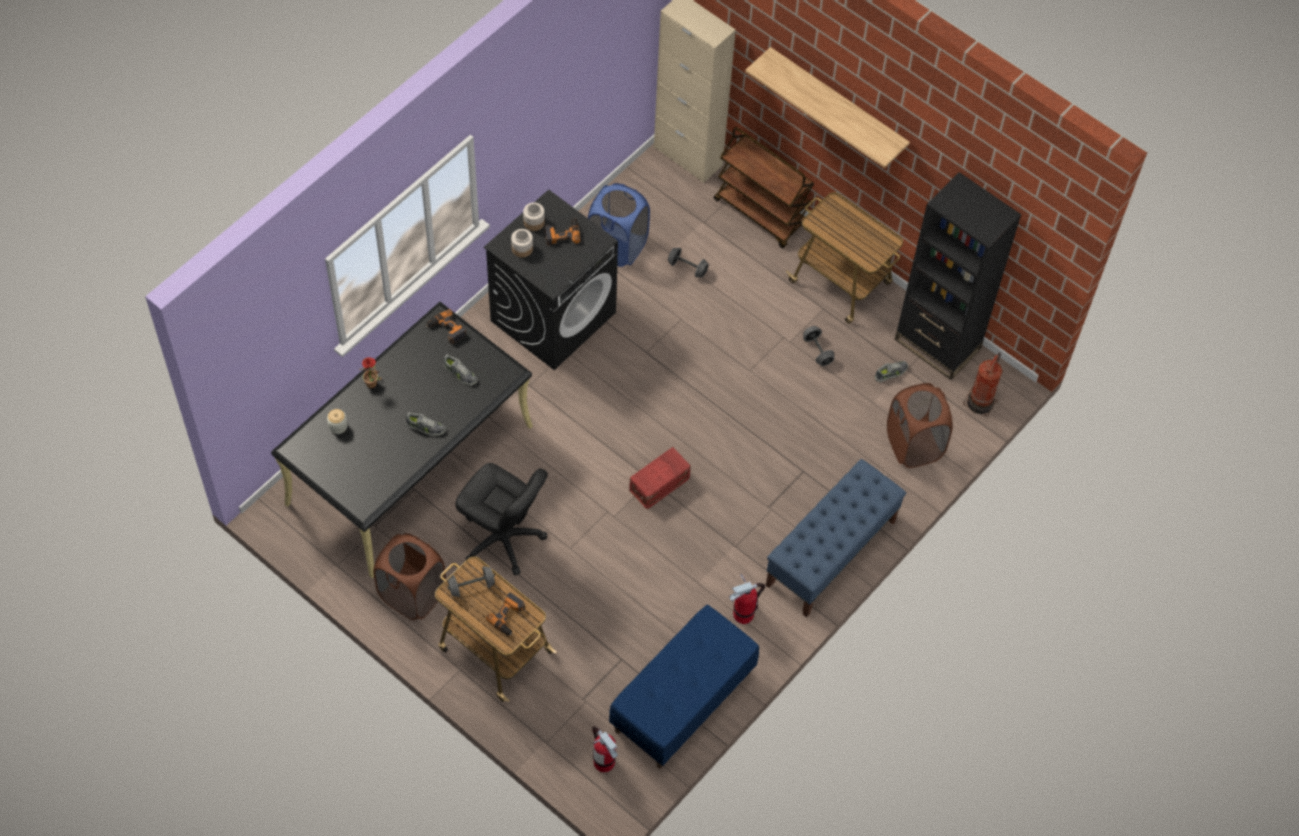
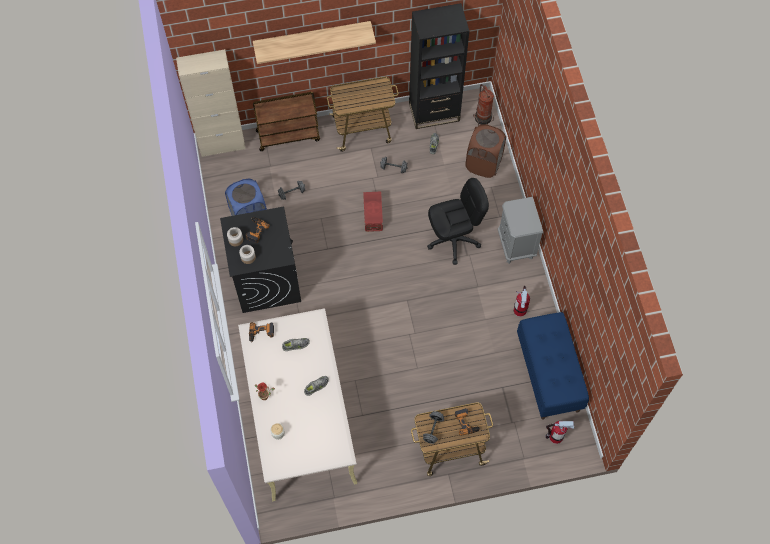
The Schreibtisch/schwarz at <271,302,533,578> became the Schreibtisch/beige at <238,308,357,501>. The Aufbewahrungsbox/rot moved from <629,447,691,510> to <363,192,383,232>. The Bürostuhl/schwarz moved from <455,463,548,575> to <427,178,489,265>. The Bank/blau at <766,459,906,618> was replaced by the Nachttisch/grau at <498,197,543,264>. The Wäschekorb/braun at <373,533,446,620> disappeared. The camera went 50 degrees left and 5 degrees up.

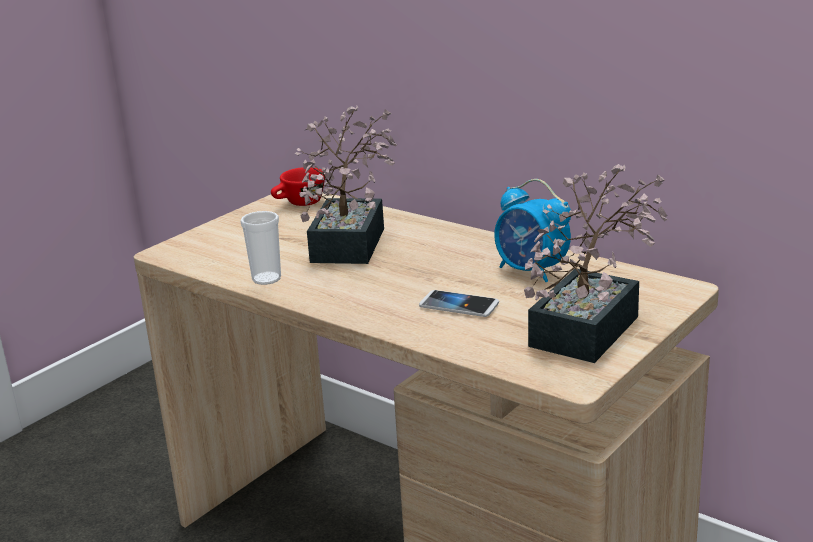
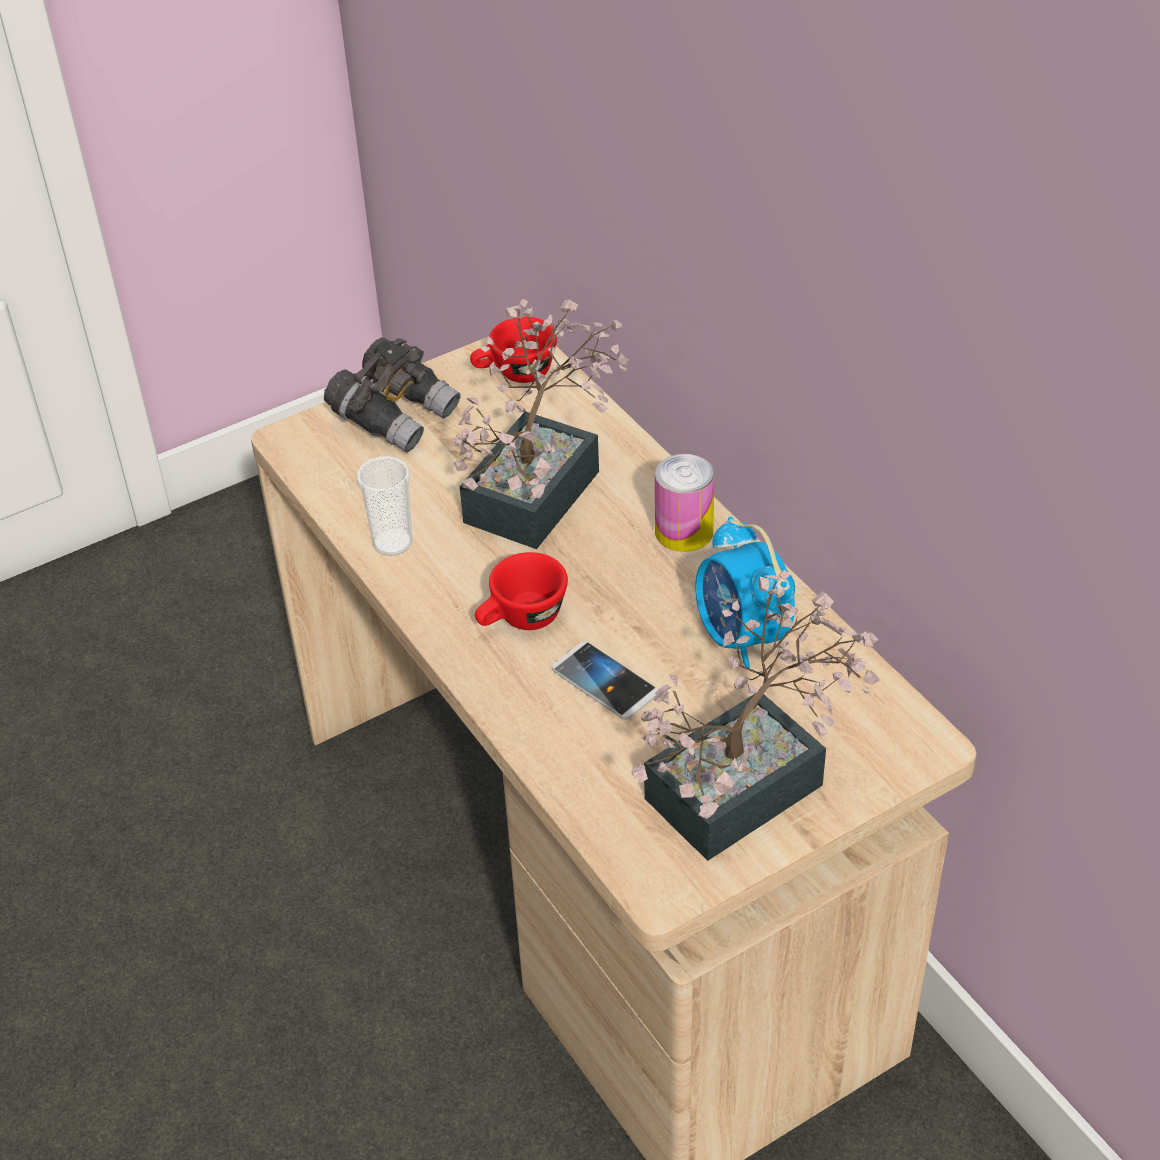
The Fernglas/grau at <324,337,461,453> appeared. The Tasse/rot at <475,552,568,630> appeared. The Dose at <655,454,715,552> appeared. The camera went 20 degrees right and 20 degrees up.

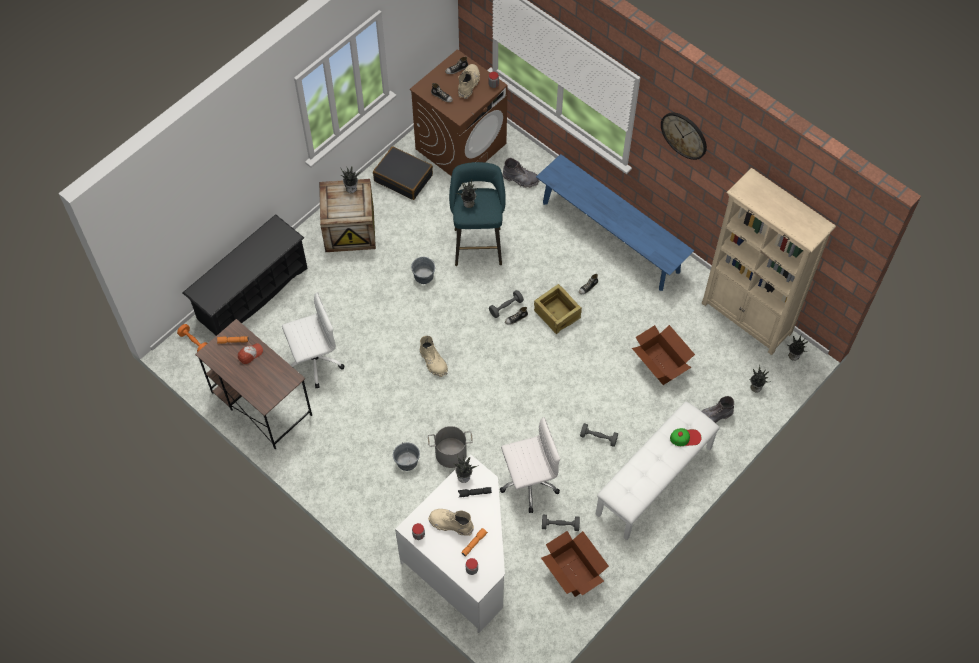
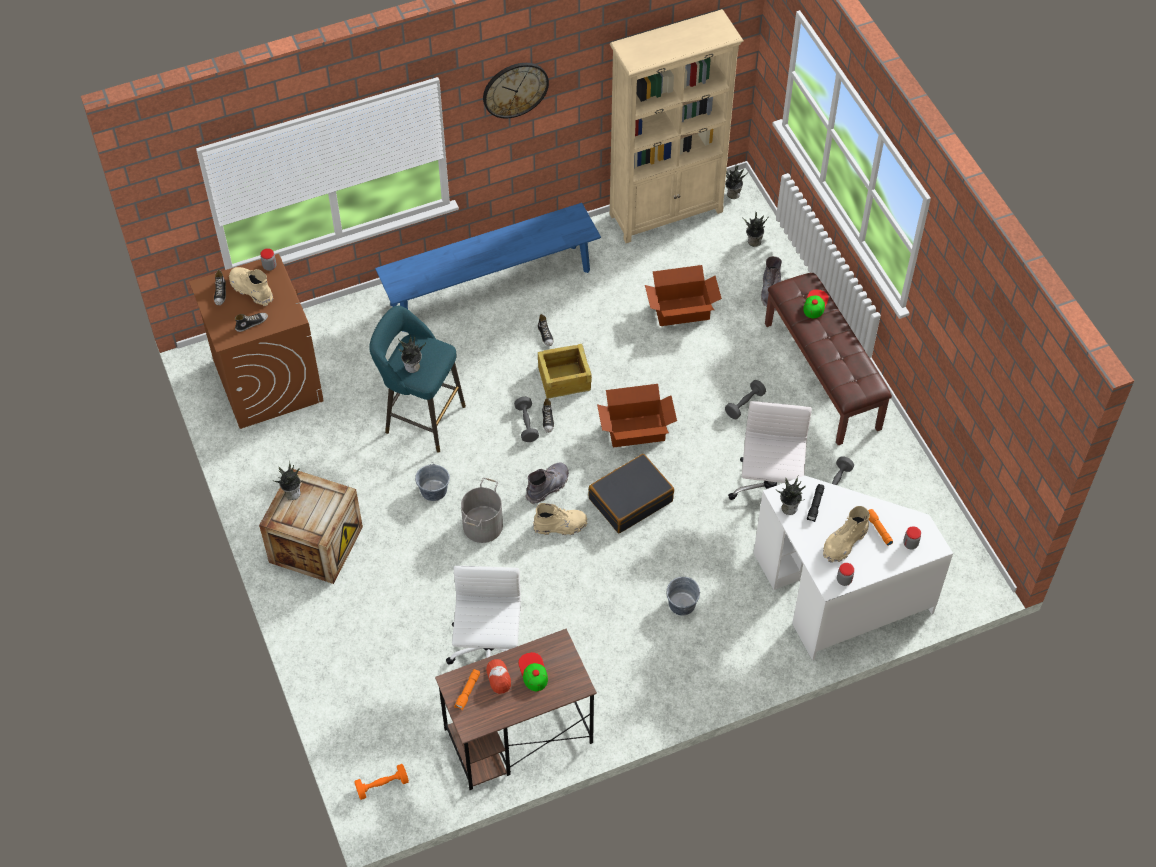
The Eimer/grau moved from <428,426,473,468> to <461,478,503,543>. The Kappe at <518,652,548,691> appeared. The Stiefel/grau moved from <502,158,539,188> to <526,462,569,504>. The Koffer/schwarz moved from <373,147,433,200> to <589,454,674,533>. The Karton moved from <541,531,609,597> to <597,384,677,448>. The Bank/weiß at <596,402,720,540> became the Bank/braun at <765,273,892,445>. The Schuhregal/schwarz at <182,214,307,336> disappeared. The camera went 65 degrees left and 5 degrees down.

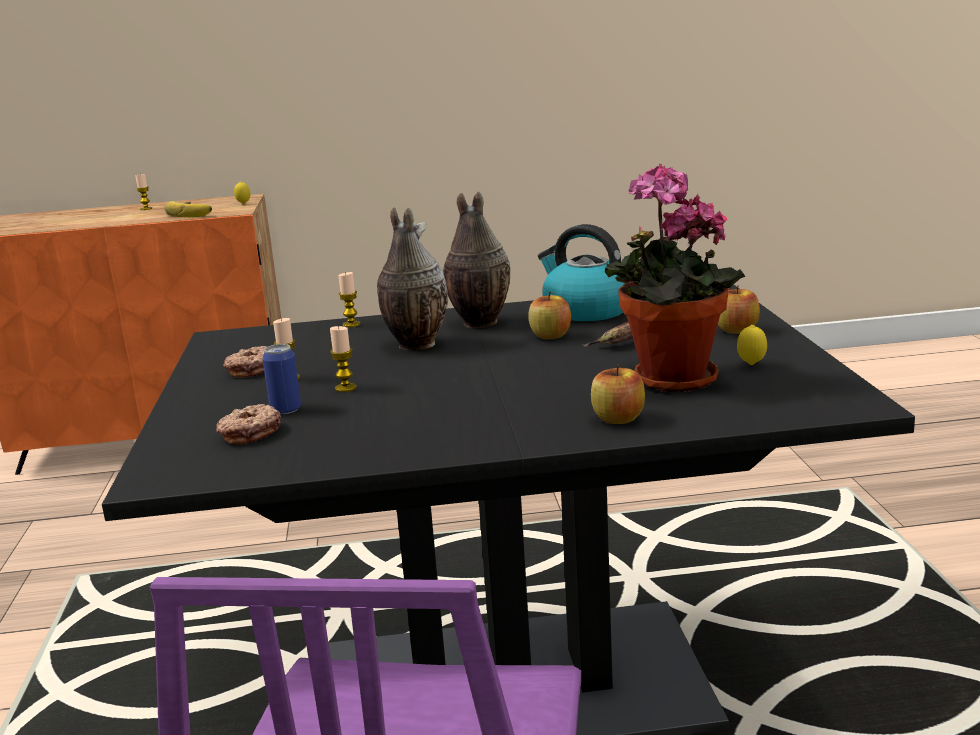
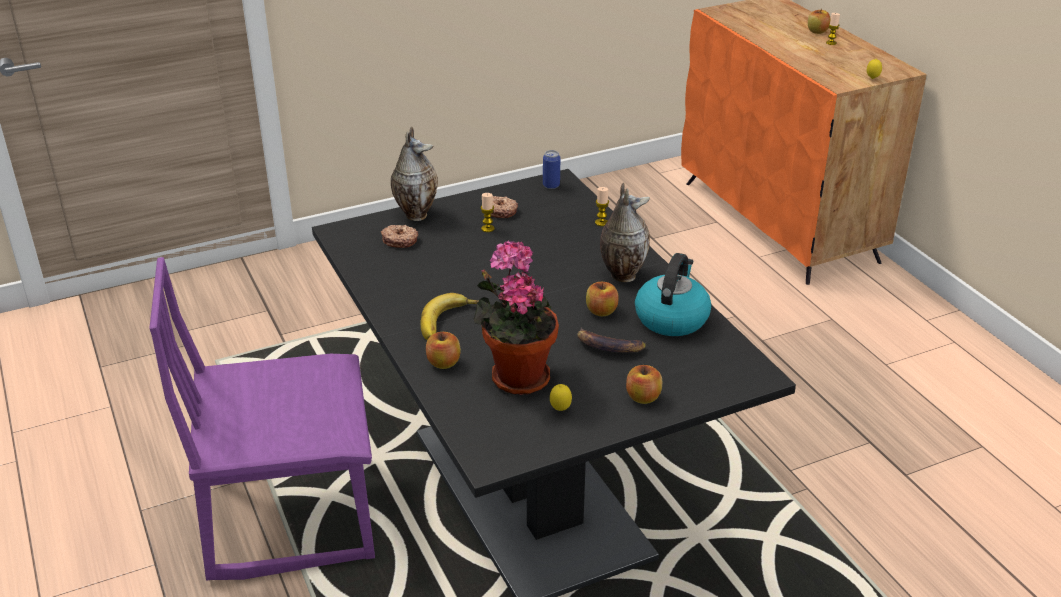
The Vase moved from <377,207,448,350> to <391,127,438,221>. The Banane moved from <164,201,212,217> to <421,293,478,340>. The Dose moved from <262,344,301,414> to <543,150,560,189>. The Apfel at <808,9,830,34> appeared. The Kerze at <330,326,357,392> disappeared. The camera went 70 degrees right and 15 degrees up.

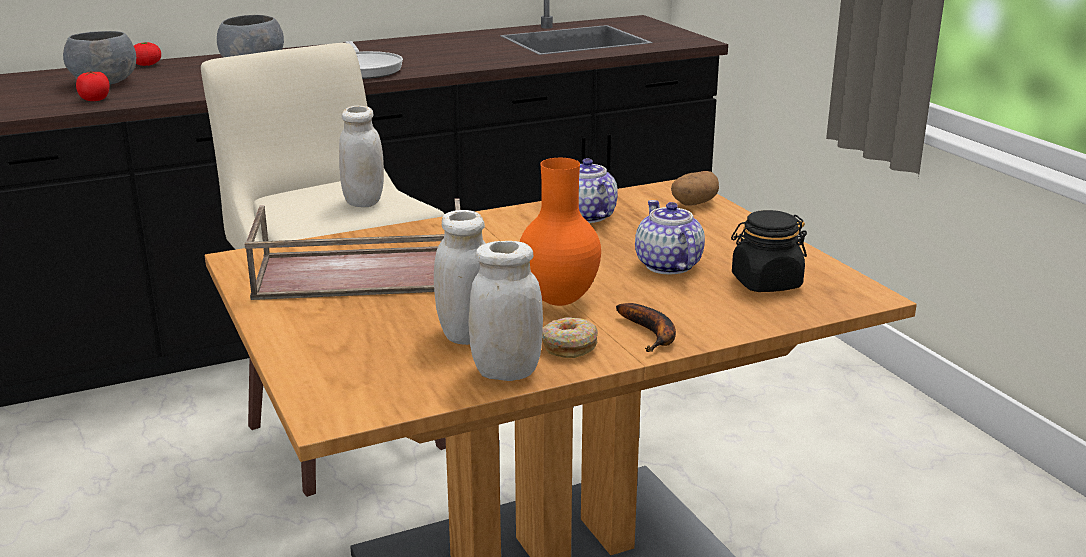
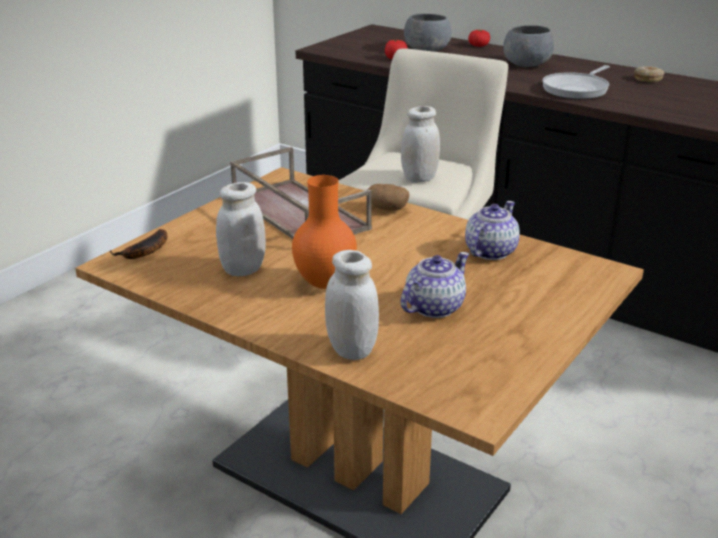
The Banane moved from <616,303,676,352> to <110,229,167,259>. The Vorratsglas/weiß moved from <468,241,543,381> to <325,250,379,360>. The Kartoffel moved from <671,171,719,206> to <368,184,410,211>. The Donut moved from <542,317,598,358> to <634,66,664,82>. The Vorratsglas/schwarz at <731,210,807,292> disappeared. The camera went 60 degrees right and 5 degrees up.

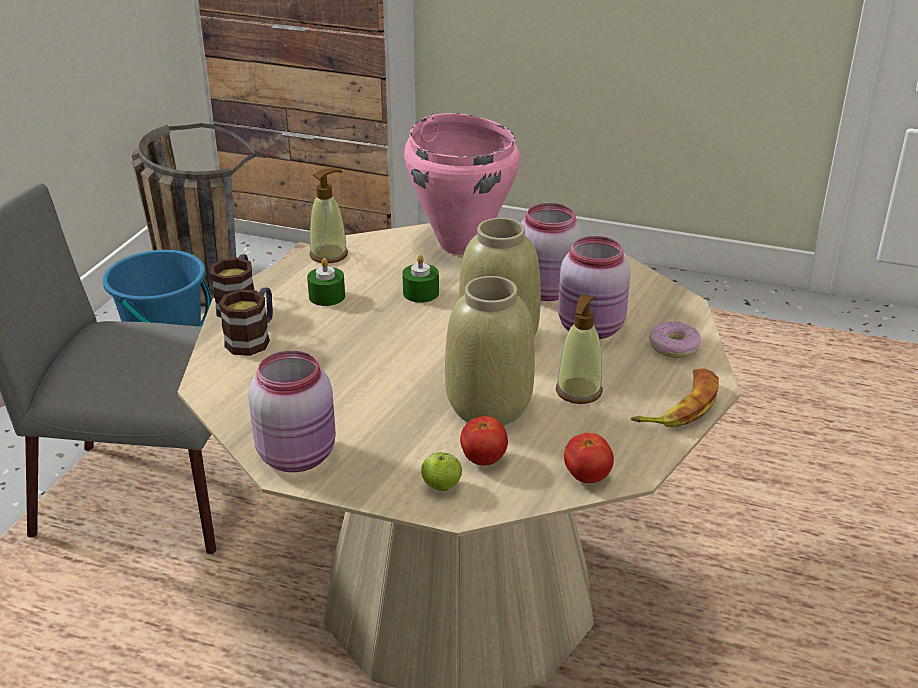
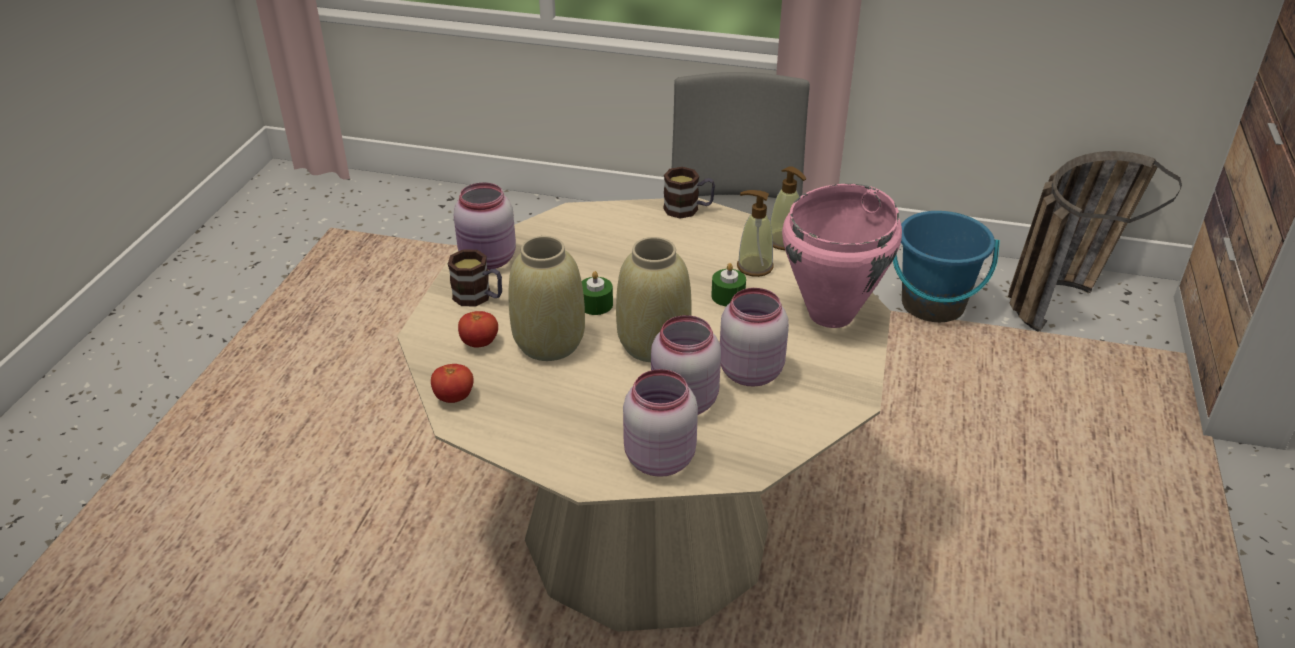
The Henkelbecher moved from <219,288,273,356> to <448,249,502,306>. The Kerze/grün moved from <307,258,345,306> to <582,271,613,315>. The Donut at <649,321,701,358> was replaced by the Vorratsglas/rosa at <623,369,698,477>. The Seifenspender moved from <556,294,603,404> to <737,190,773,277>. The Apfel at <421,452,462,491> disappeared. The Banane at <631,368,719,428> disappeared. The camera went 85 degrees right and 5 degrees up.

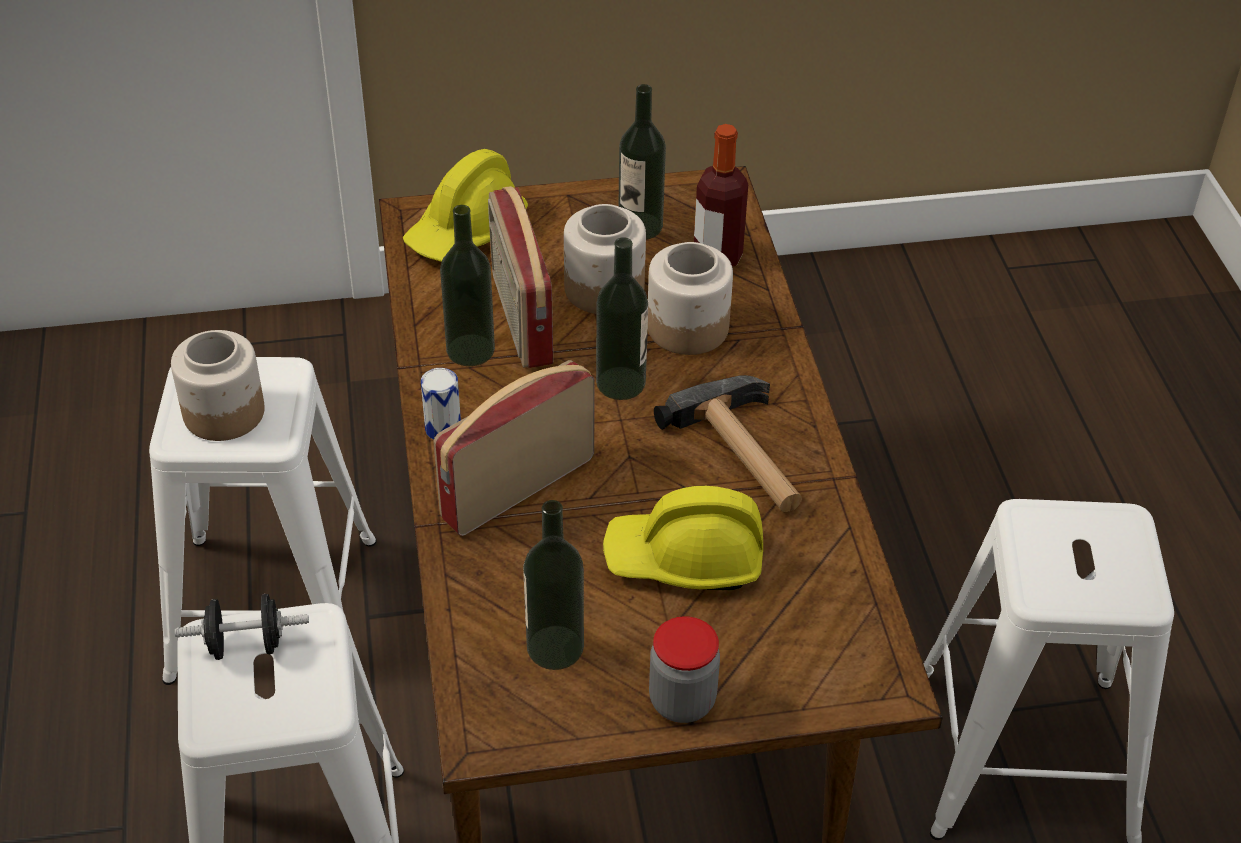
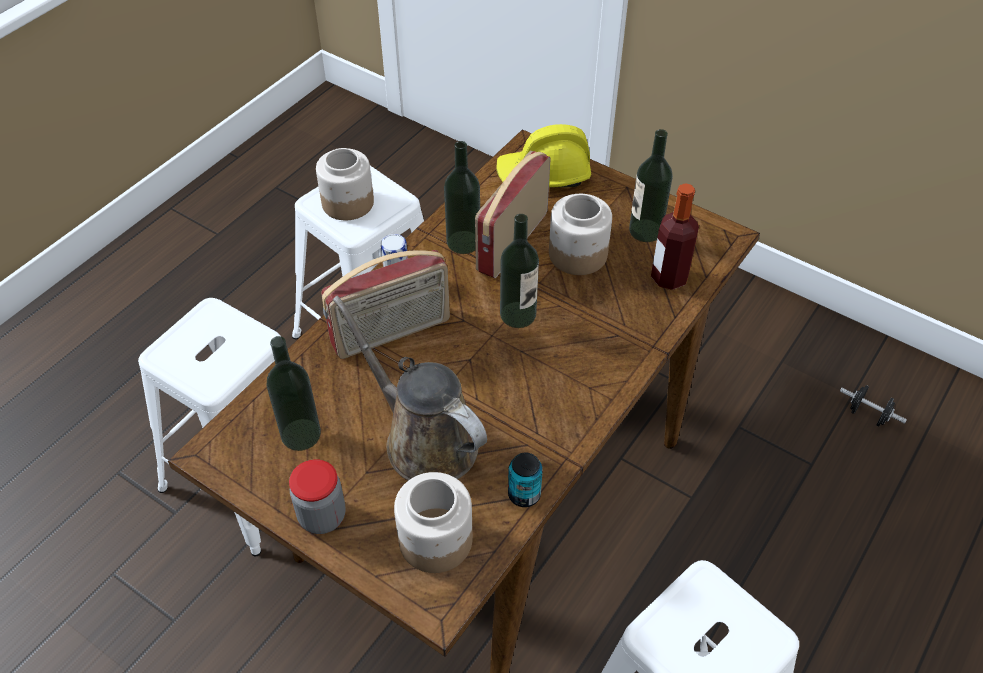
The Radio at <433,360,595,536> turned 150 degrees clockwise. The Schutzhelm/gelb at <603,486,763,590> was replaced by the Gießkanne/braun at <333,295,487,481>. The Vorratsglas moved from <648,242,733,355> to <394,472,473,573>. The Dose at <508,453,543,507> appeared. The Hantel/schwarz moved from <175,594,309,660> to <840,385,907,426>. The Hammer at <654,375,802,512> disappeared. The camera went 45 degrees right and 5 degrees up.

